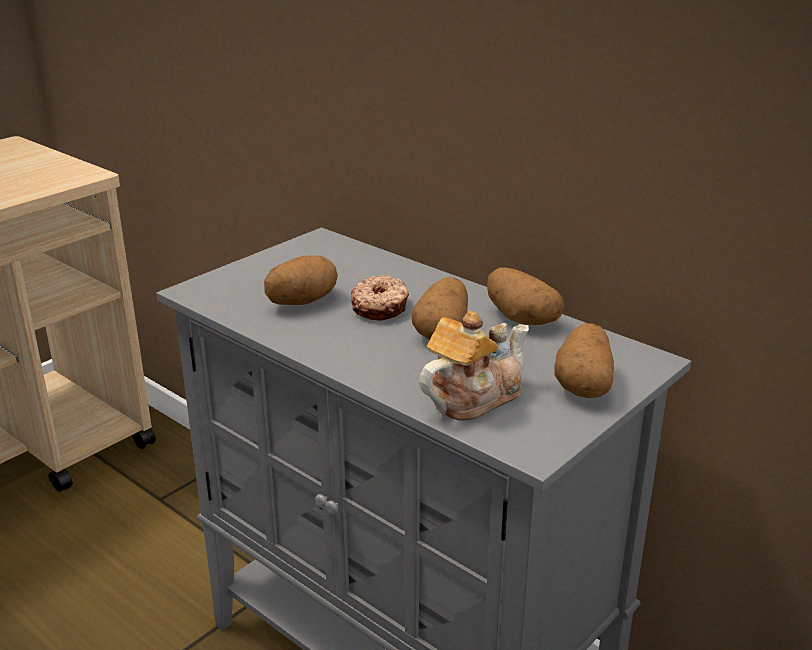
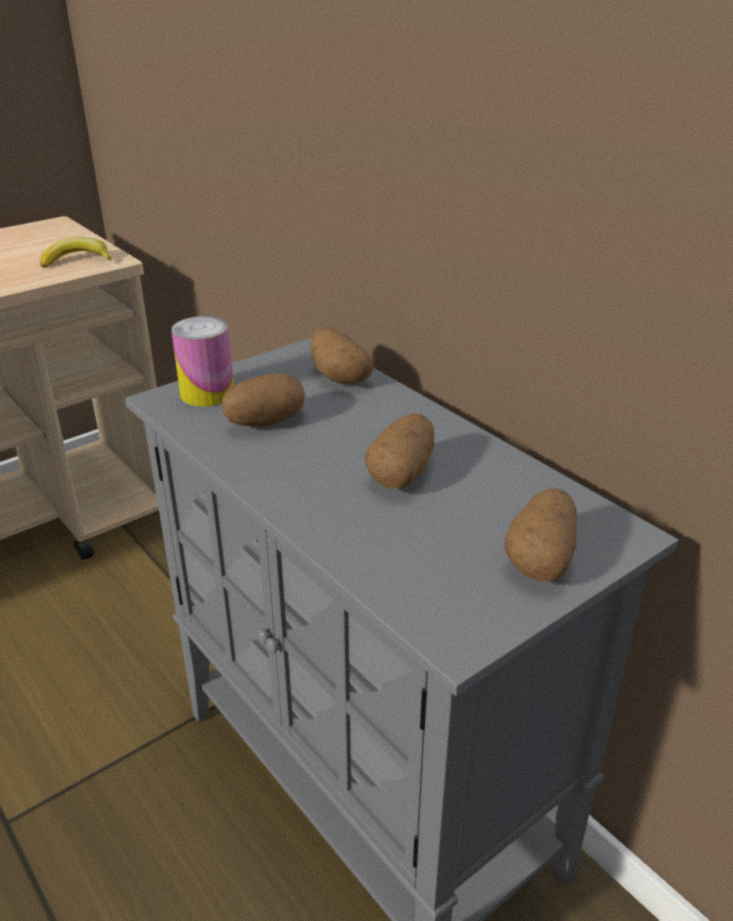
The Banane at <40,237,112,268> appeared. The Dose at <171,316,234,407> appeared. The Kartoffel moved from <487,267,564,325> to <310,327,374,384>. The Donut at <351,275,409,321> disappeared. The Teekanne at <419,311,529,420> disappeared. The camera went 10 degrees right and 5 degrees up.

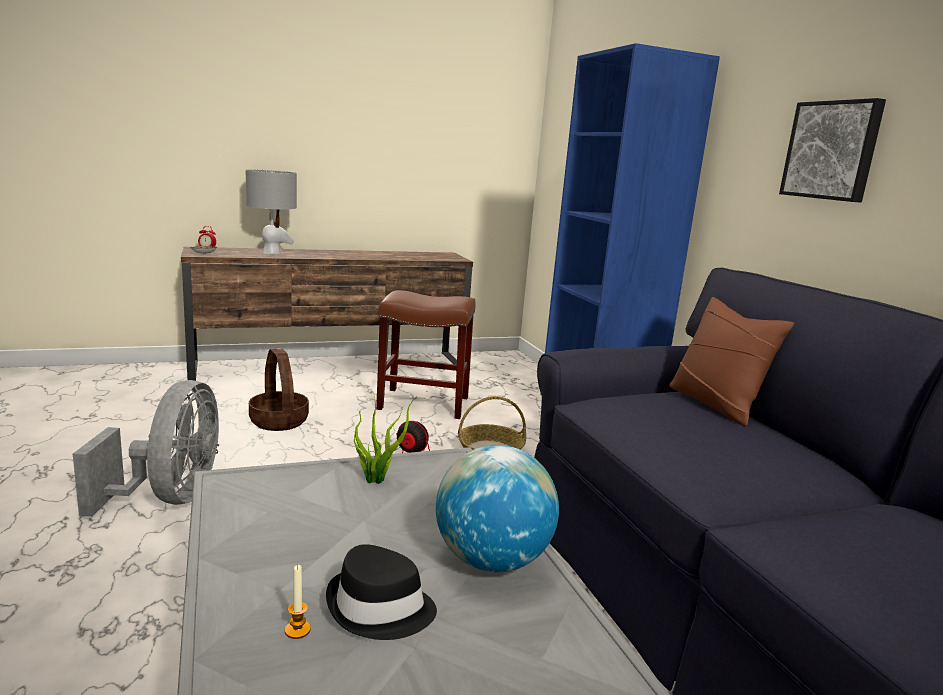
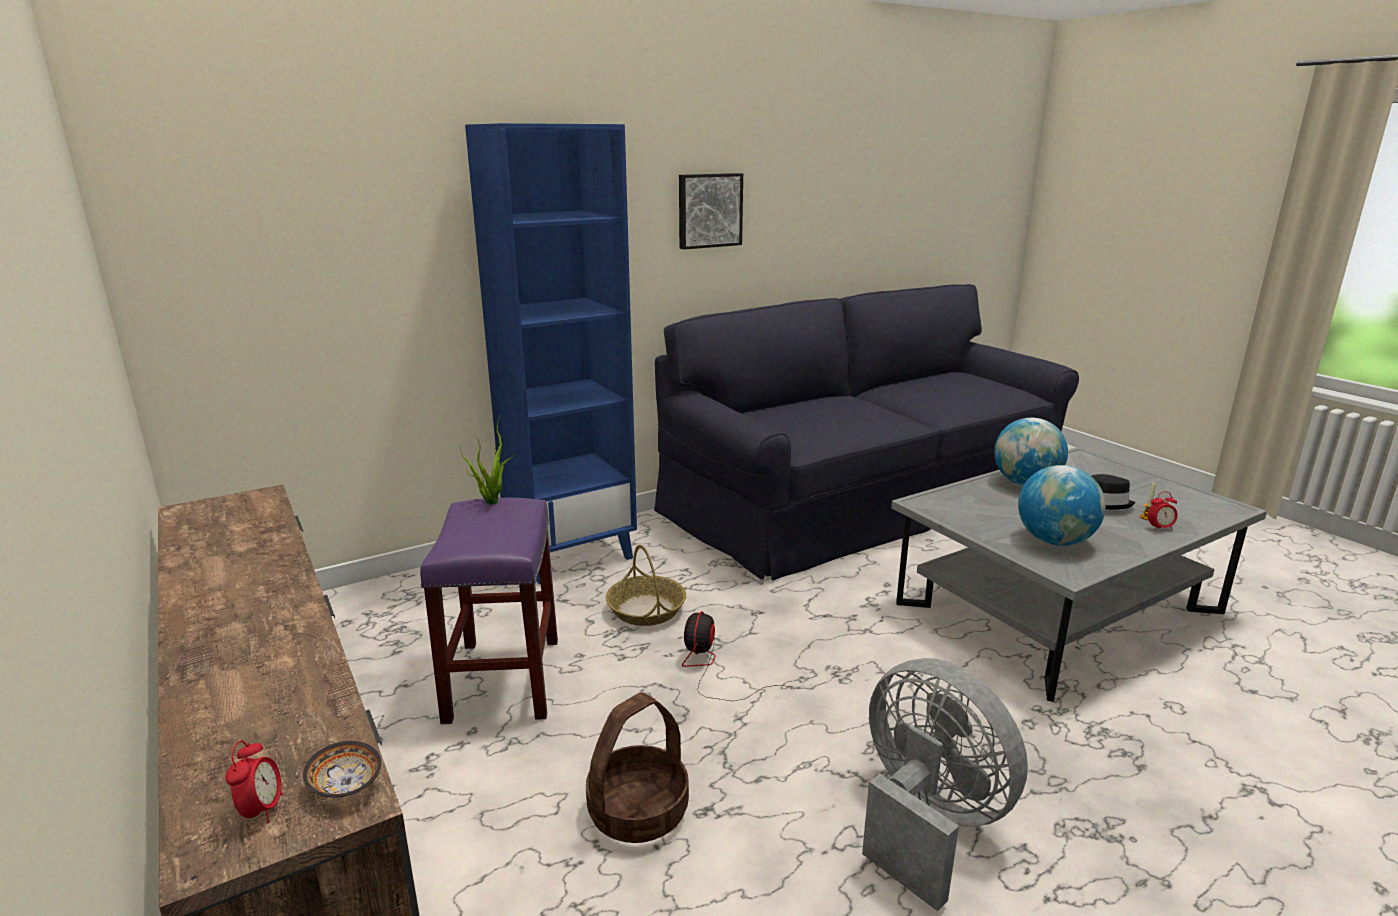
The Hocker/braun at <376,290,476,419> became the Hocker/lila at <420,498,558,724>. The Topfpflanze moved from <354,396,413,484> to <461,414,515,505>. The Ventilator/grau at <73,380,219,517> turned 60 degrees clockwise. The Globus at <1018,465,1106,546> appeared. The Wecker at <1148,491,1178,531> appeared. The Tischlampe/grau at <246,169,297,255> disappeared. The Kissen/braun at <669,297,794,426> disappeared. The camera went 100 degrees left and 5 degrees up.

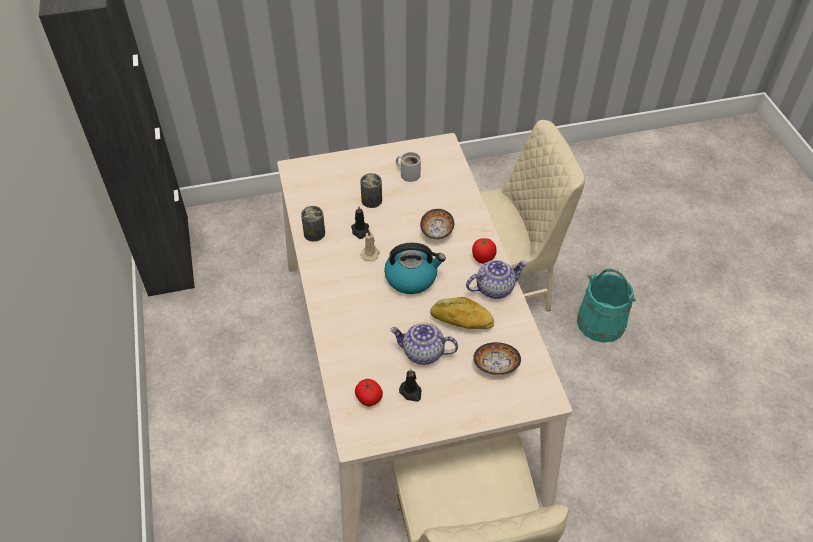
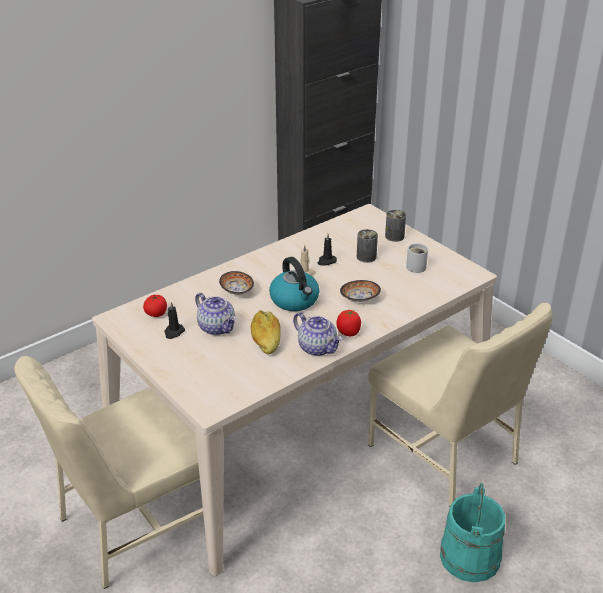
The Teekanne at <390,323,458,365> turned 150 degrees clockwise. The Schüssel moved from <473,342,521,375> to <219,271,254,295>. The Dose moved from <301,206,325,242> to <385,210,406,242>. The camera went 65 degrees right and 15 degrees down.

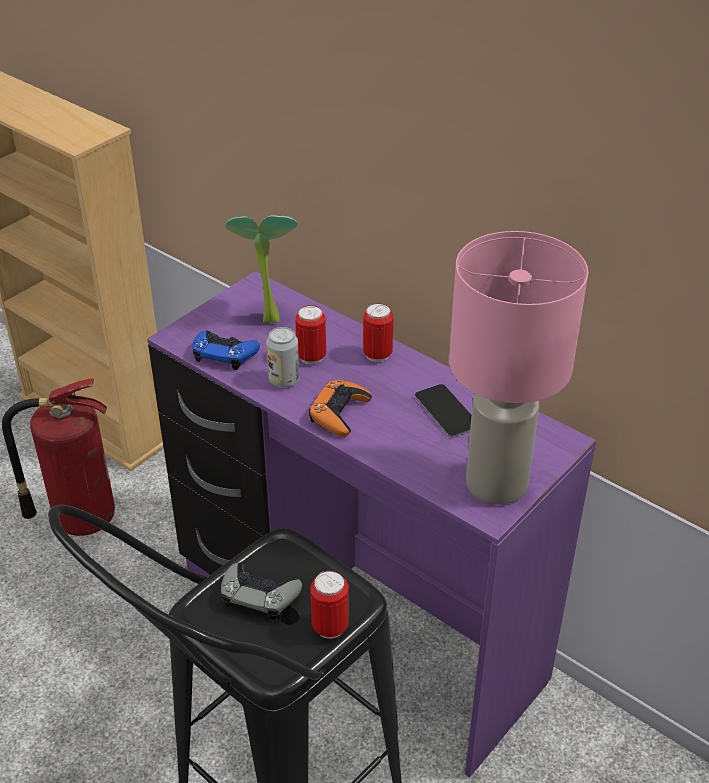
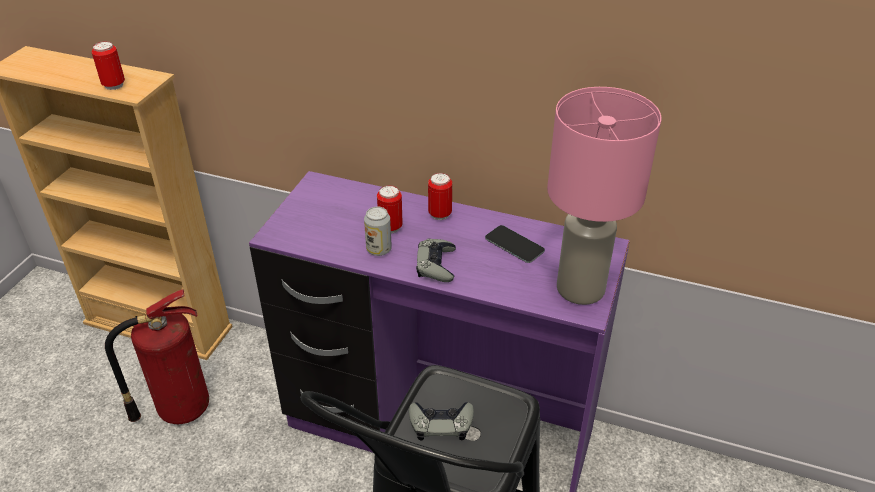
The Dose moved from <310,571,349,639> to <92,41,125,90>. The Gamepad/orange at <309,379,372,436> became the Gamepad/grau at <416,239,456,282>. The Gamepad/blau at <192,330,260,370> disappeared. The Topfpflanze at <225,215,297,323> disappeared. The camera went 20 degrees left and 0 degrees up.

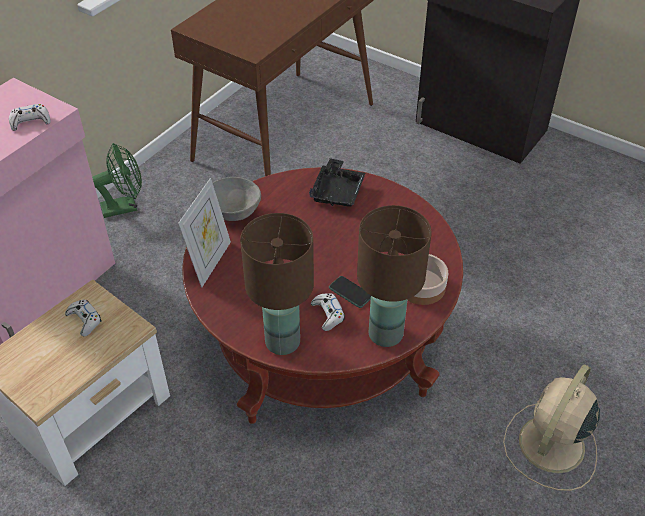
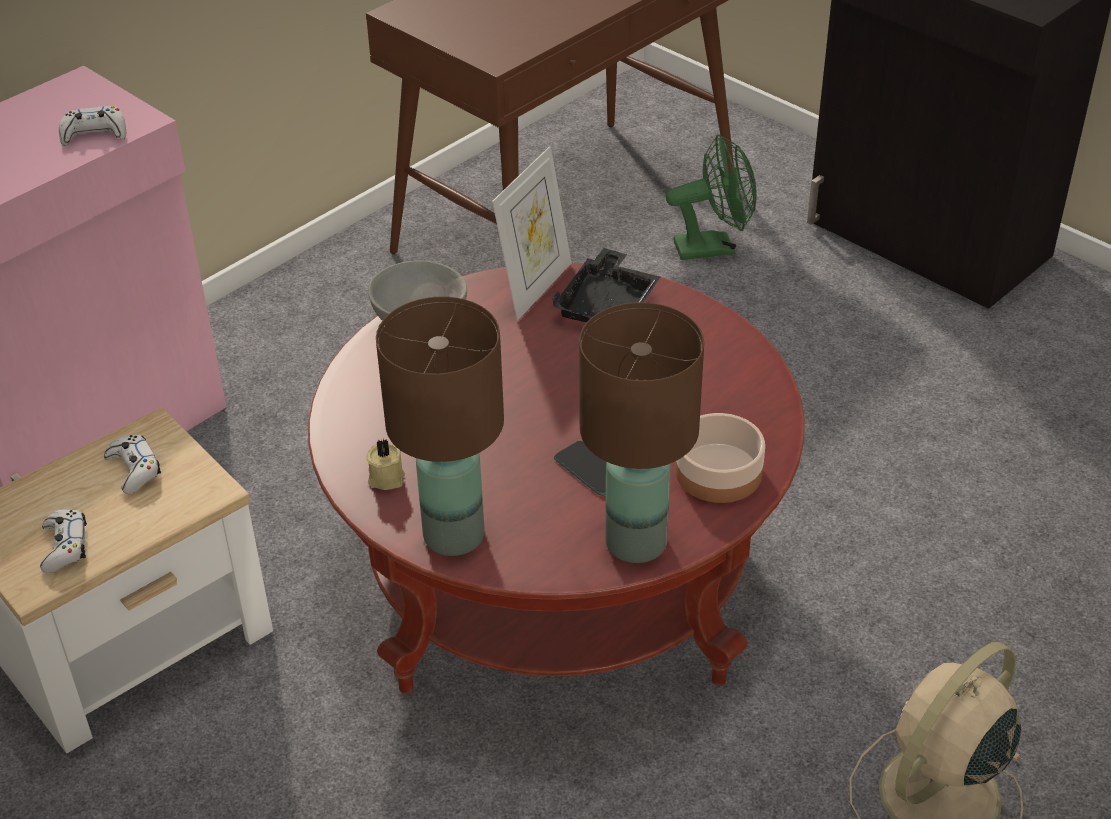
The Gamepad/weiß moved from <311,293,345,331> to <40,509,87,573>. The Kerze/beige at <366,439,405,490> appeared. The Bilderrahmen moved from <178,178,231,288> to <492,146,571,320>. The Ventilator/grün moved from <92,143,142,218> to <666,134,757,260>. The camera went 10 degrees right and 5 degrees down.

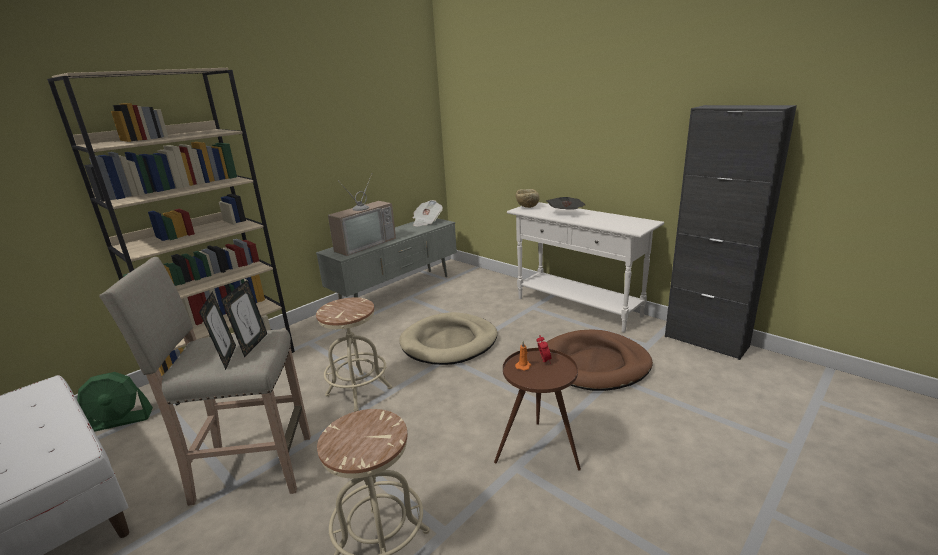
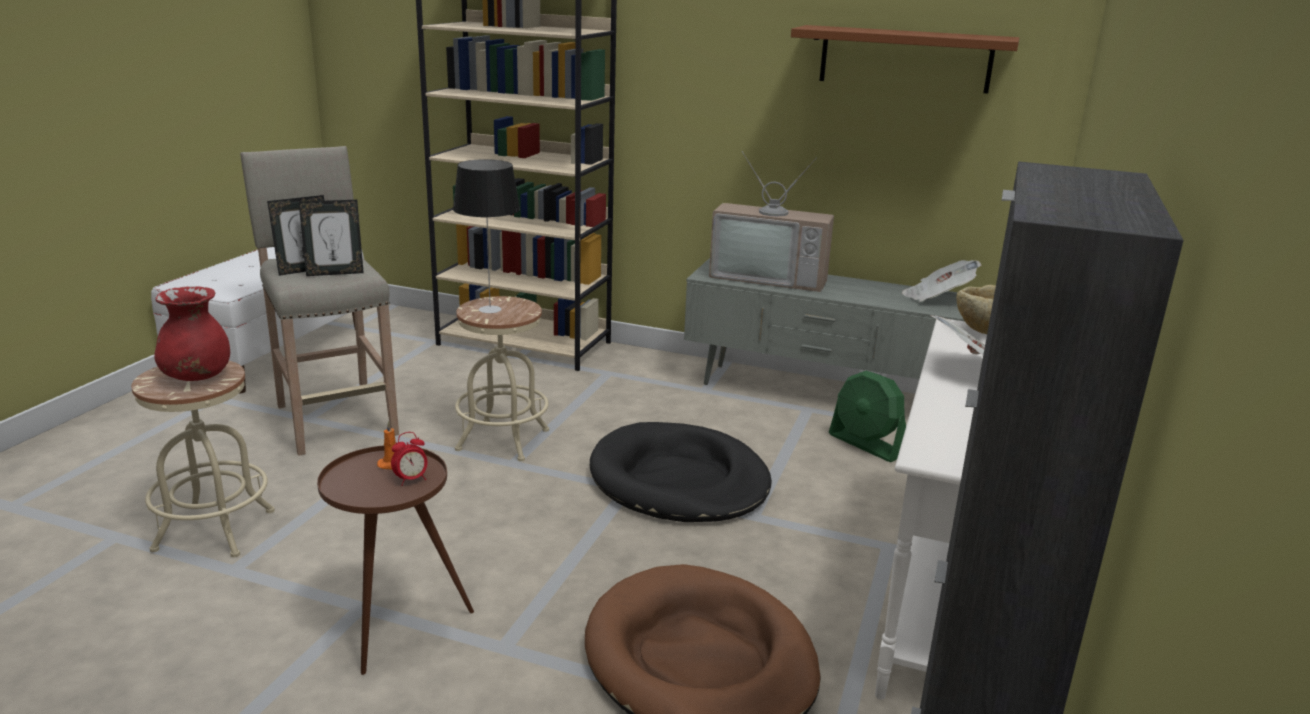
The Vase/rot at <154,286,230,381> appeared. The Tischlampe at <453,159,520,313> appeared. The Hundebett/beige at <399,312,498,365> became the Hundebett/schwarz at <590,422,772,522>. The Wandregal/braun at <791,25,1019,94> appeared. The Ventilator/grün moved from <77,372,153,432> to <829,371,906,462>. The camera went 65 degrees right and 0 degrees up.

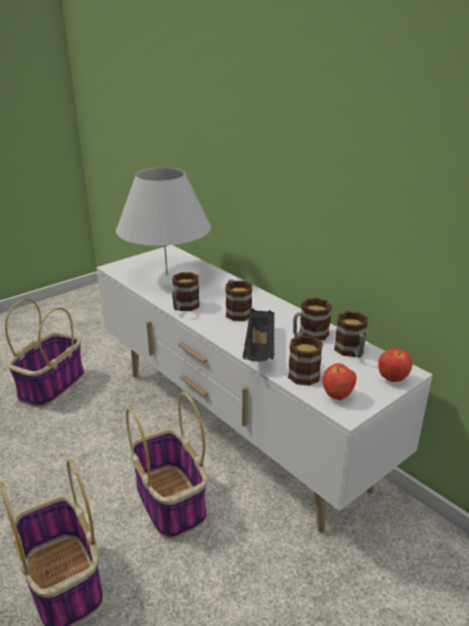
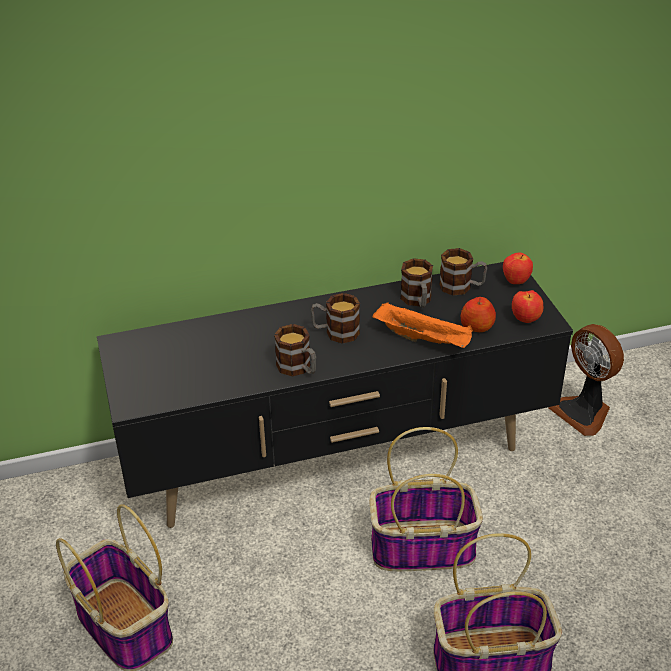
The Fernsehschrank/weiß at <96,245,433,533> became the Fernsehschrank/schwarz at <97,262,573,528>. The Tablett/schwarz at <243,308,275,362> became the Tablett/orange at <373,302,473,348>. The Henkelbecher at <288,332,323,386> was replaced by the Apfel at <461,297,496,332>. The Ventilator at <548,324,624,436> appeared. The Tischlampe/weiß at <116,167,211,275> disappeared. The camera went 65 degrees left and 10 degrees up.

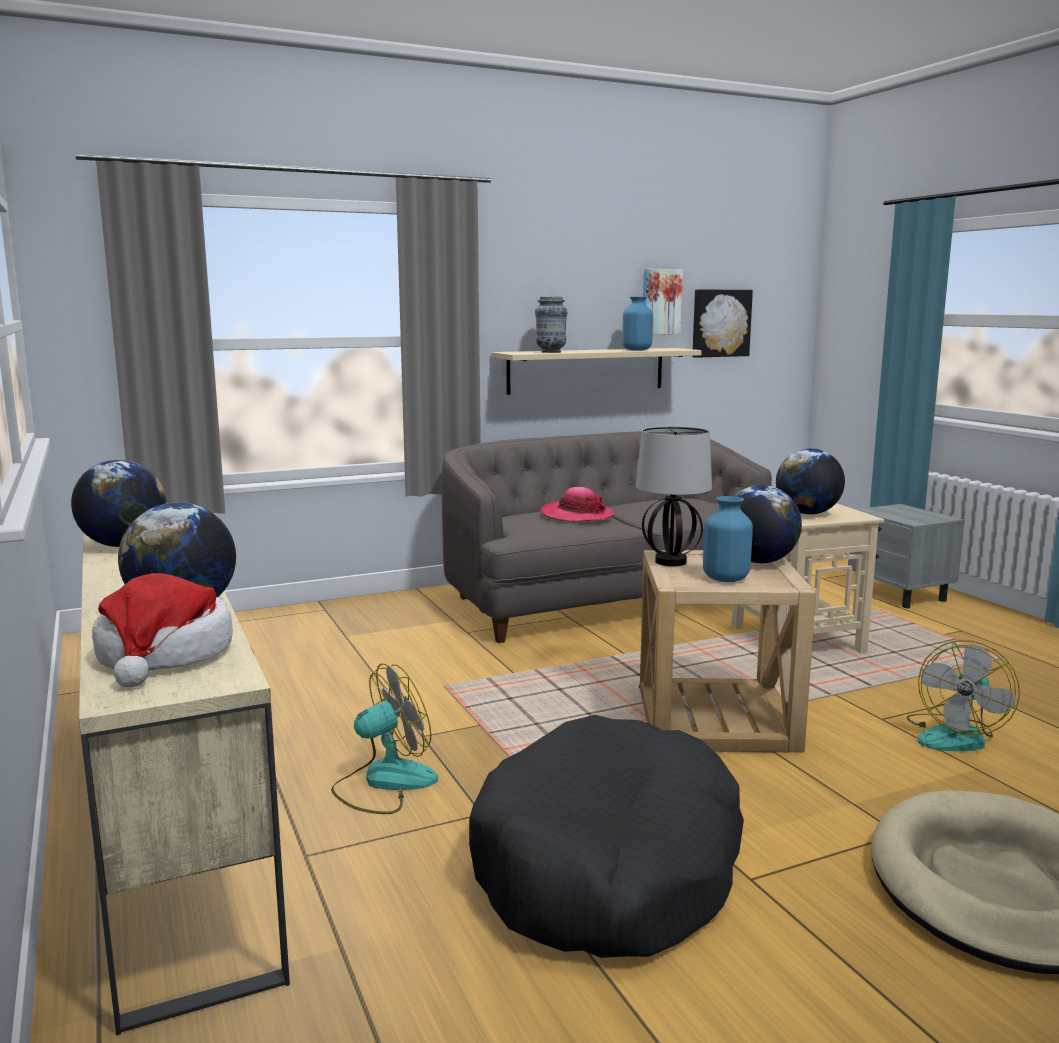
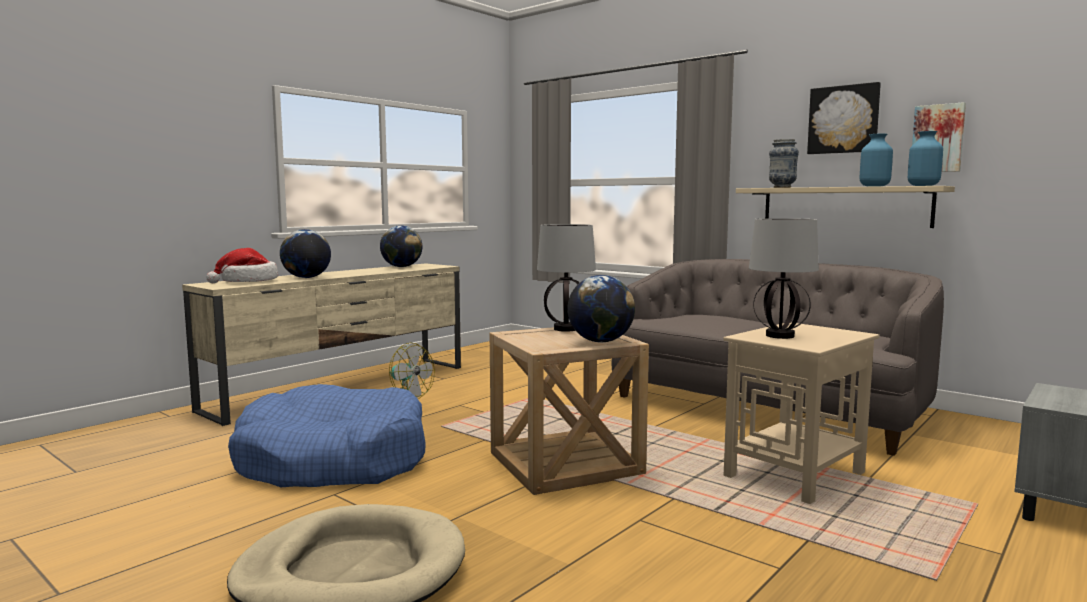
The Hundebett/schwarz at <469,715,744,958> became the Hundebett/blau at <228,384,425,487>. The Globus at <776,448,845,515> was replaced by the Tischlampe at <749,218,819,339>. The Bild moved from <692,289,753,358> to <807,82,881,154>. The Vase/blau moved from <703,496,753,582> to <908,131,943,186>. The Hut at <541,487,615,521> disappeared. The Ventilator at <907,640,1020,751> disappeared. The camera went 65 degrees right and 5 degrees down.

